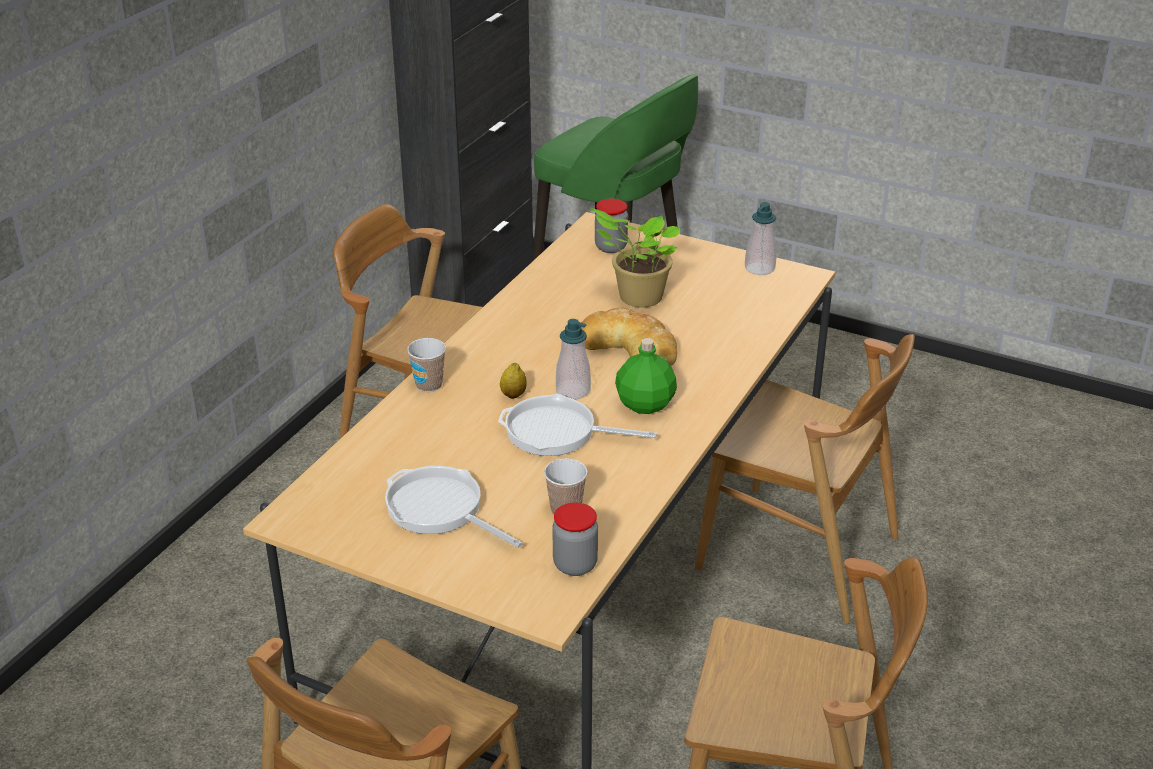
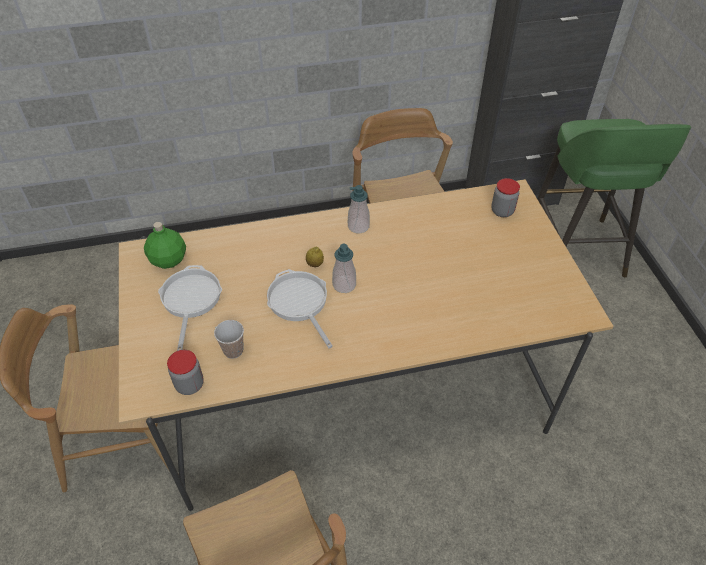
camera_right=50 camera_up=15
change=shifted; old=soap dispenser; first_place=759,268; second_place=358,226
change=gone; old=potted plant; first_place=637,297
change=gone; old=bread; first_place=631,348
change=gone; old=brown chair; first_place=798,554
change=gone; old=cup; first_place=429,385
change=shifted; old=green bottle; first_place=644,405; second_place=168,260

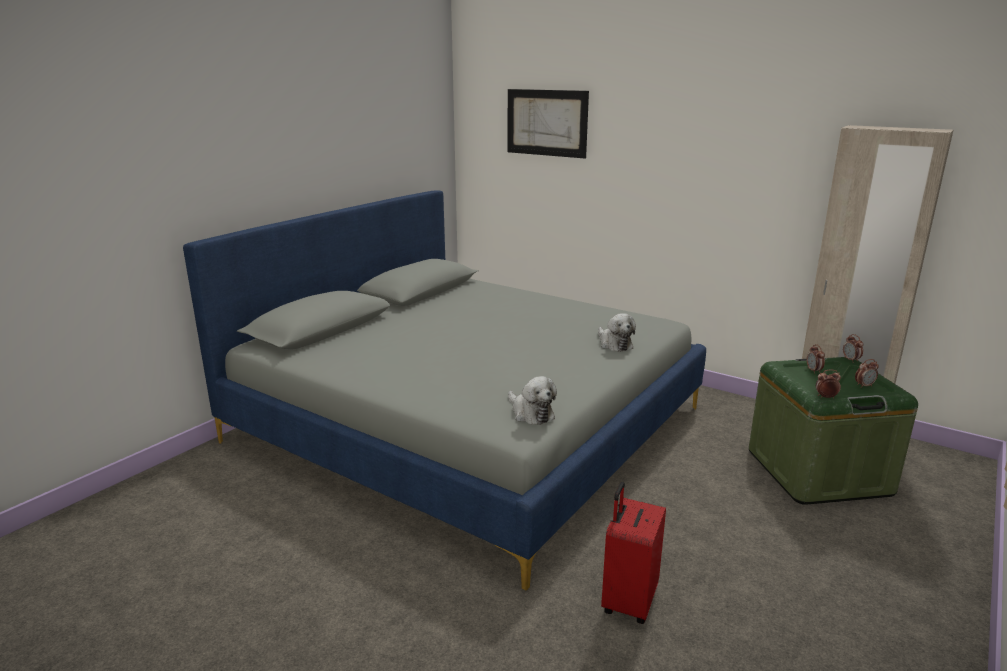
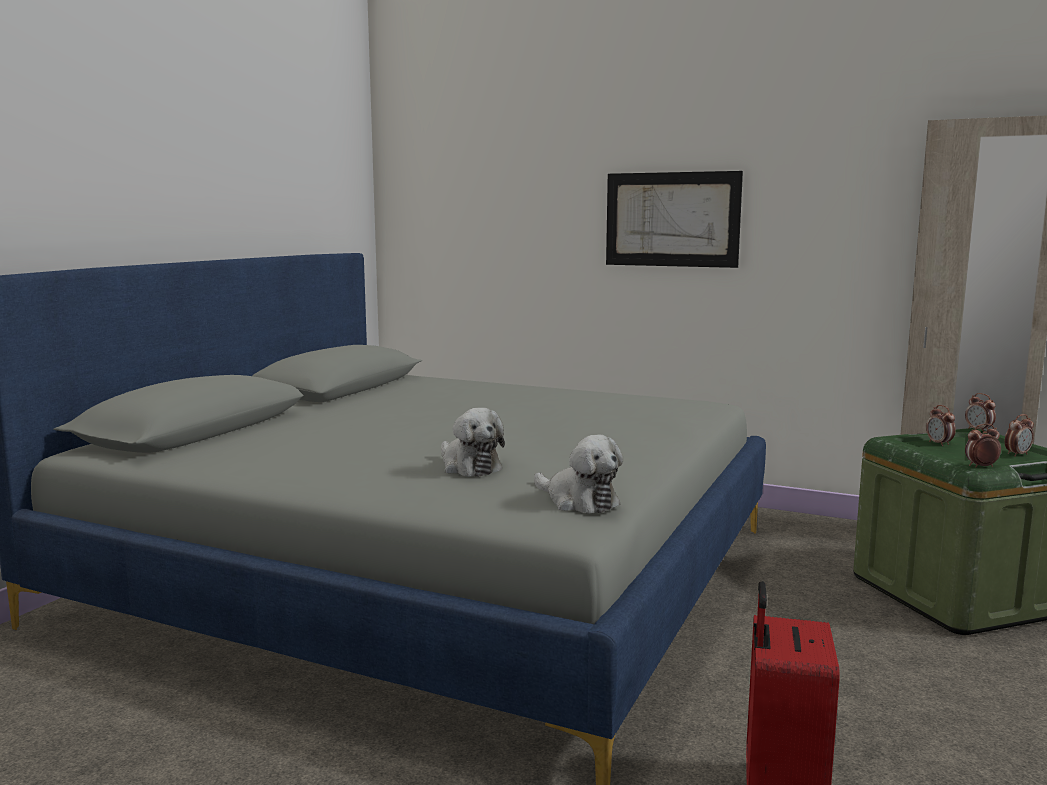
camera_right=-10 camera_up=-10
change=shifted; old=picture; first_place=546,123; second_place=672,219
change=shifted; old=plush toy; first_place=614,344; second_place=469,467

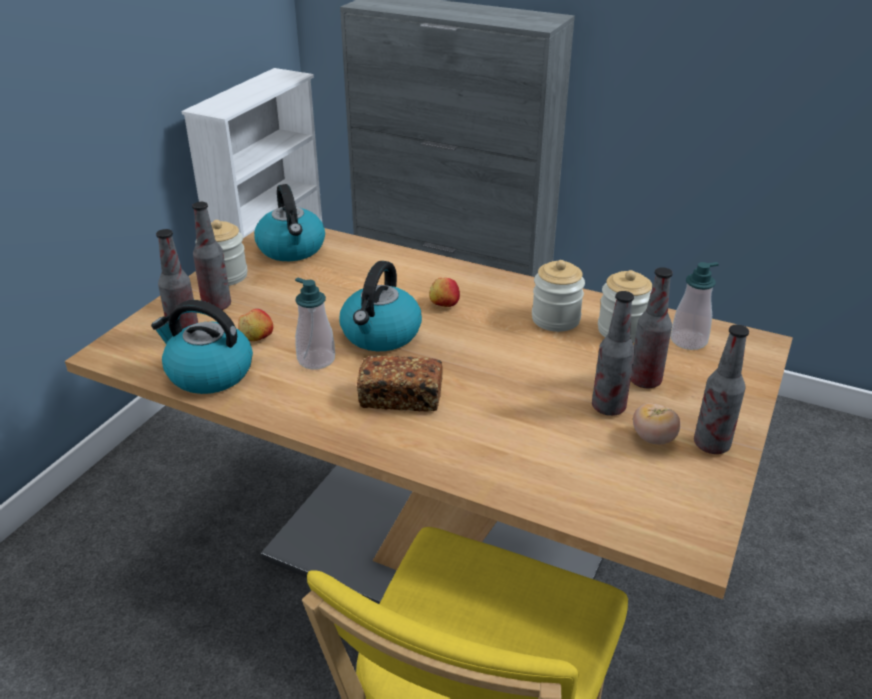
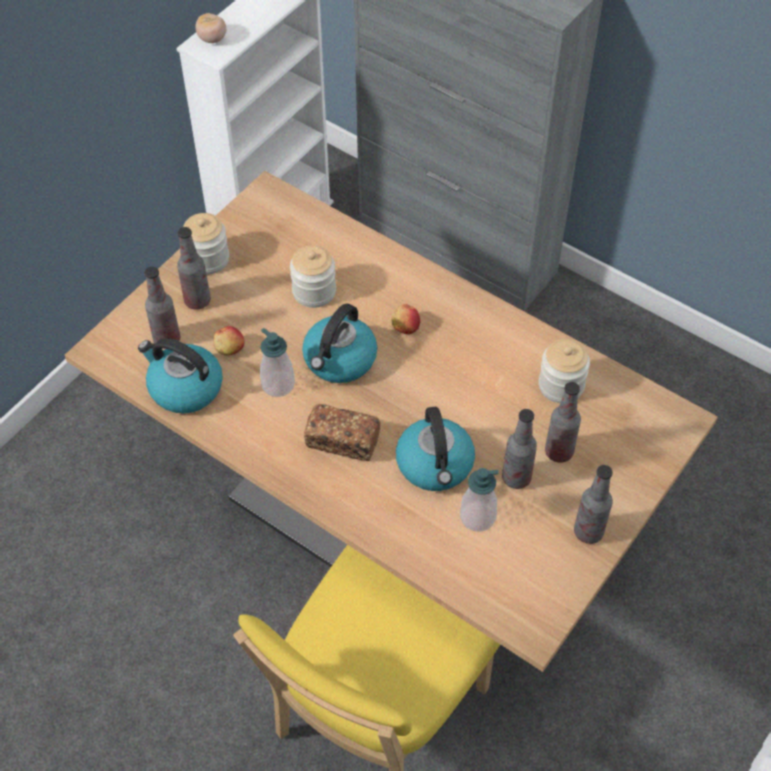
camera_right=10 camera_up=20
change=shifted; old=kettle; first_place=292,249; second_place=435,465
change=shifted; old=jar; first_place=555,319; second_place=314,291
change=shifted; old=soap dispenser; first_place=688,341; second_place=477,517
change=shifted; old=tomato; first_place=653,438; second_place=212,39

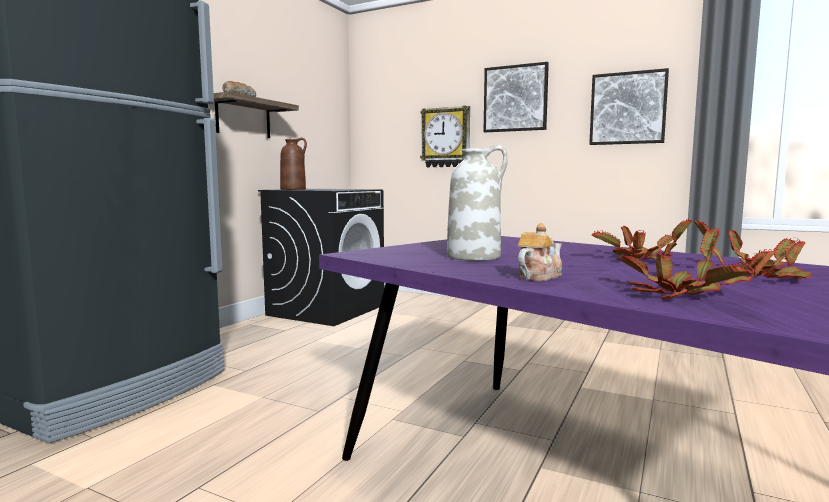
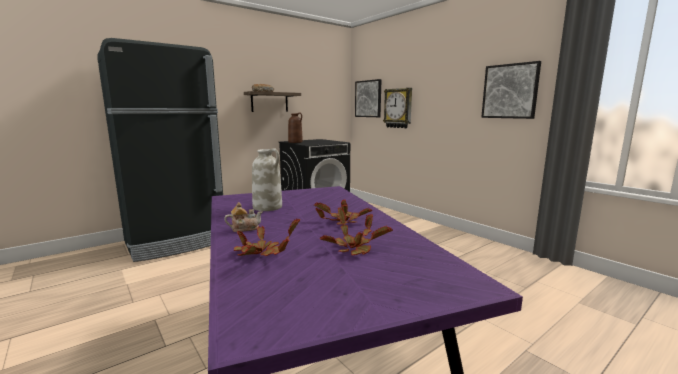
camera_right=25 camera_up=5
change=shifted; old=picture; first_place=515,98; second_place=368,99

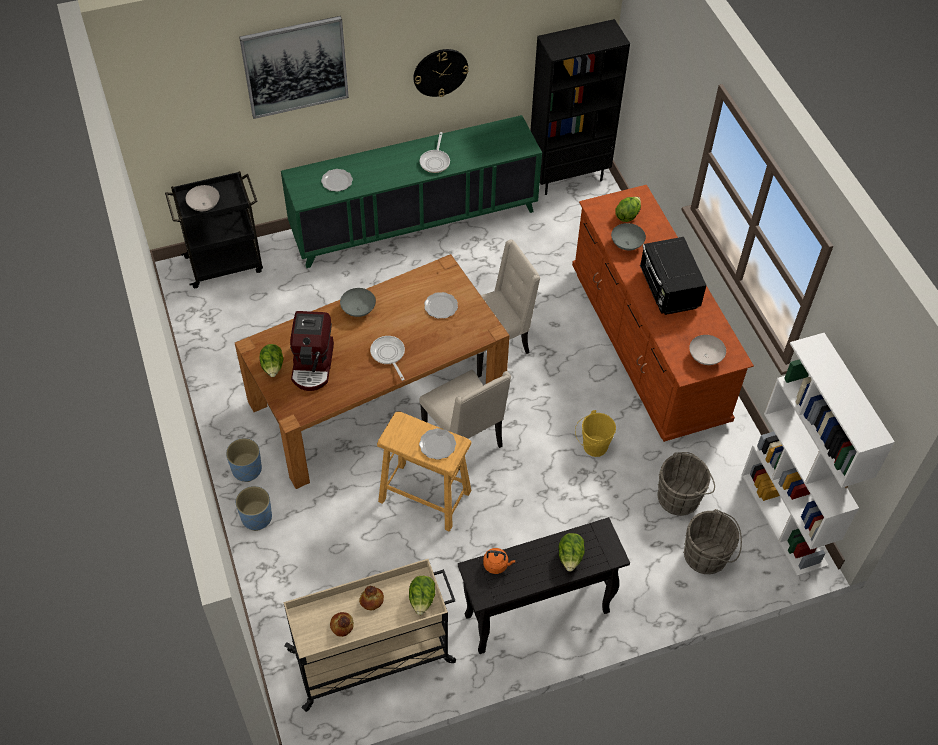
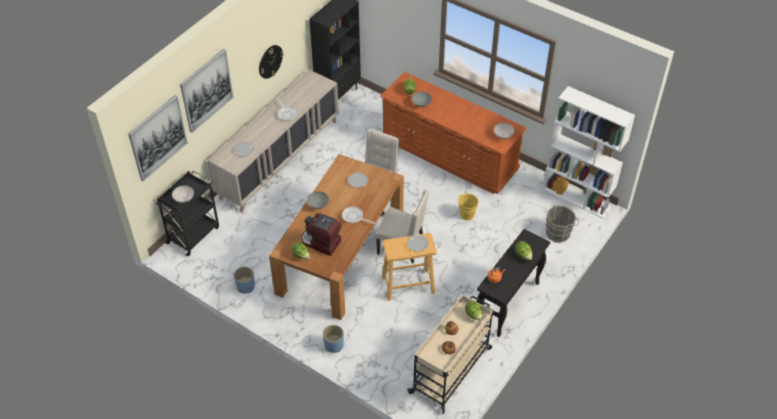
camera_right=-35 camera_up=-5
change=repainted; old=green cabinet; new=beige cabinet; first_place=414,223; second_place=279,159
change=gone; old=black microwave; first_place=668,290
change=rotated; old=coffee machine; first_place=313,365; second_place=321,243; degrees=150
change=shifted; old=blue planter; first_place=247,469; second_place=245,286
change=gone; old=grey bucket; first_place=681,497
change=new; new=picture; second_place=157,137

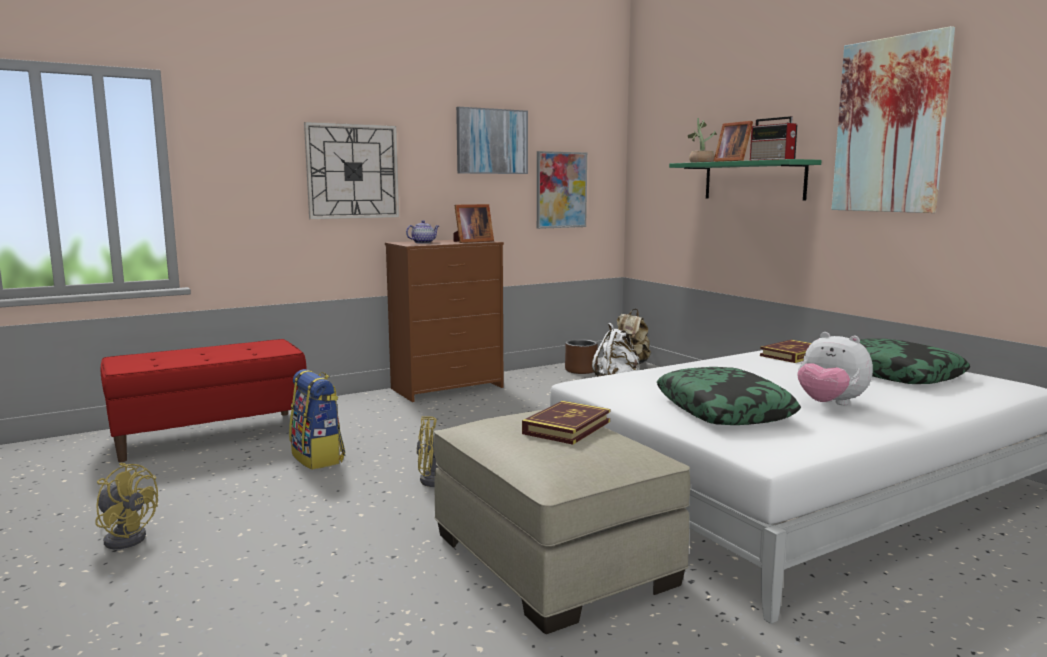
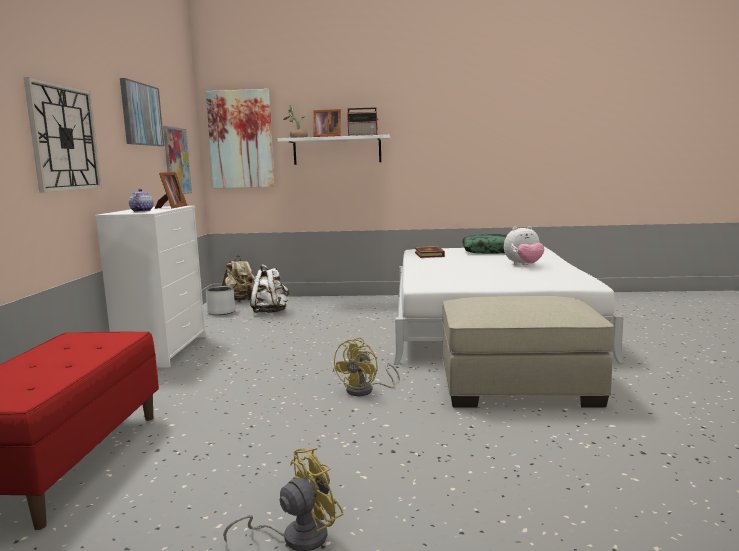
camera_right=-55 camera_up=0
change=shifted; old=picture; first_place=890,126; second_place=241,139
change=repainted; old=green shelf; new=white shelf; first_place=753,180; second_place=337,150
change=repainted; old=brown dresser; new=white dresser; first_place=448,388; second_place=163,350
change=repainted; old=brown planter; new=grey planter; first_place=581,370; second_place=221,312
change=gone; old=pillow; first_place=724,410
change=gone; old=backpack; first_place=318,458
change=gone; old=book; first_place=567,427

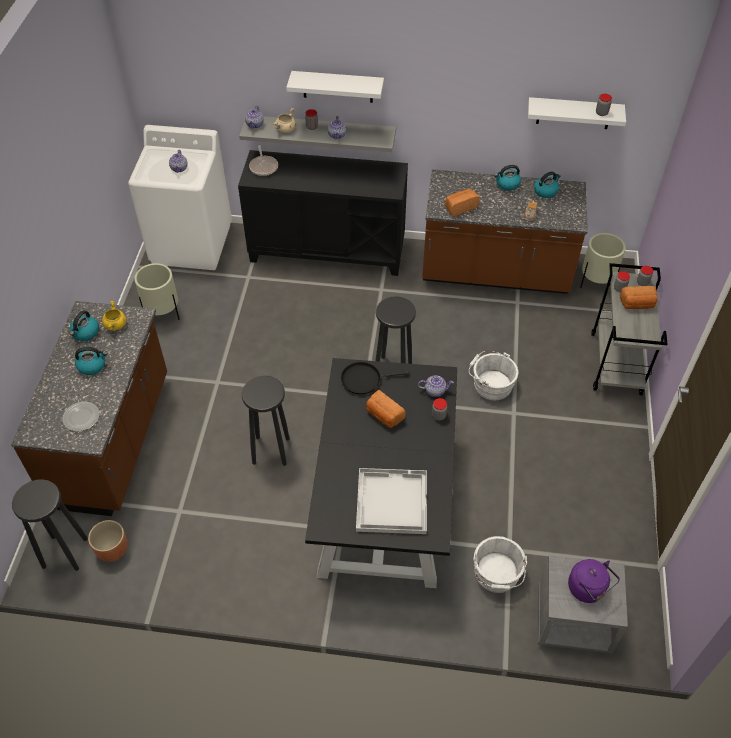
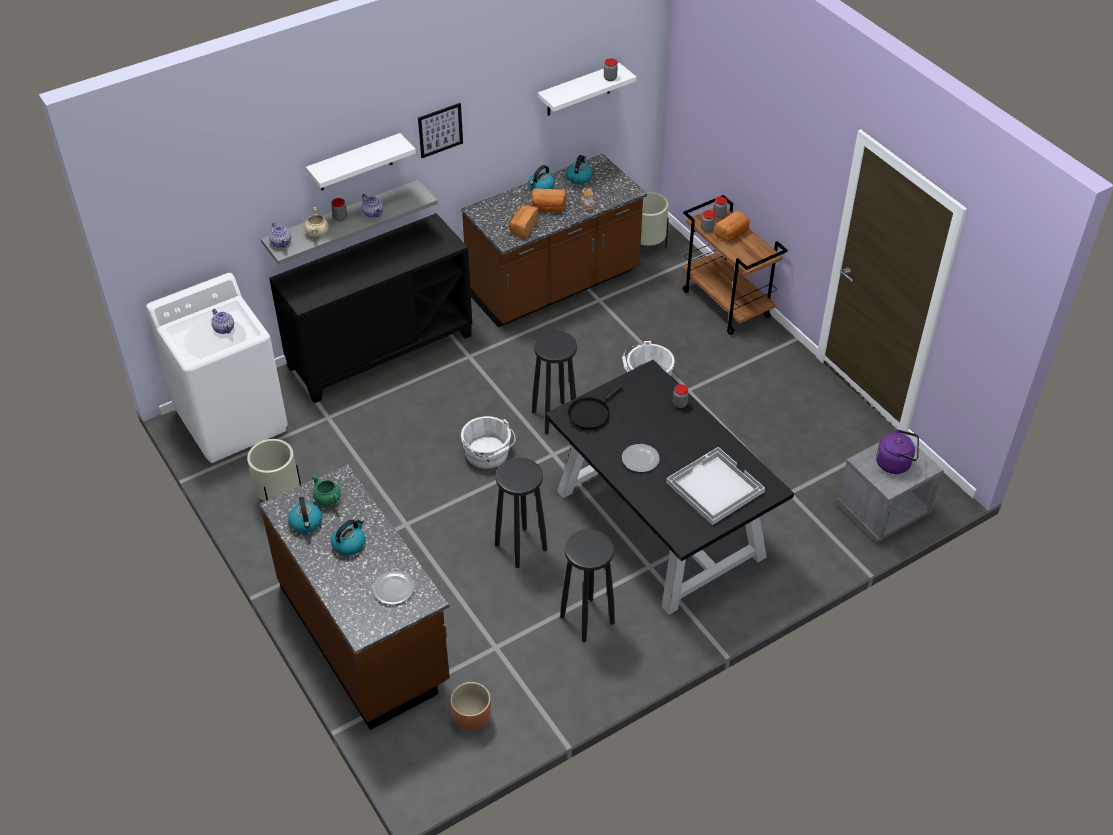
camera_right=-40 camera_up=-5
change=gone; old=frying pan; first_place=263,166
change=repainted; old=grey cart; new=brown cart; first_place=616,364; second_place=727,304
change=repainted; old=yellow cooking pot; new=green cooking pot; first_place=116,325; second_place=328,499
change=gone; old=teapot; first_place=434,390
change=shifted; old=bread; first_place=384,416; second_place=548,208
change=shifted; old=black stool; first_place=65,552; second_place=587,619
change=shifted; old=white bucket; first_place=496,575; second_place=488,454
change=new; new=picture; second_place=440,130
change=new; new=plate; second_place=641,459

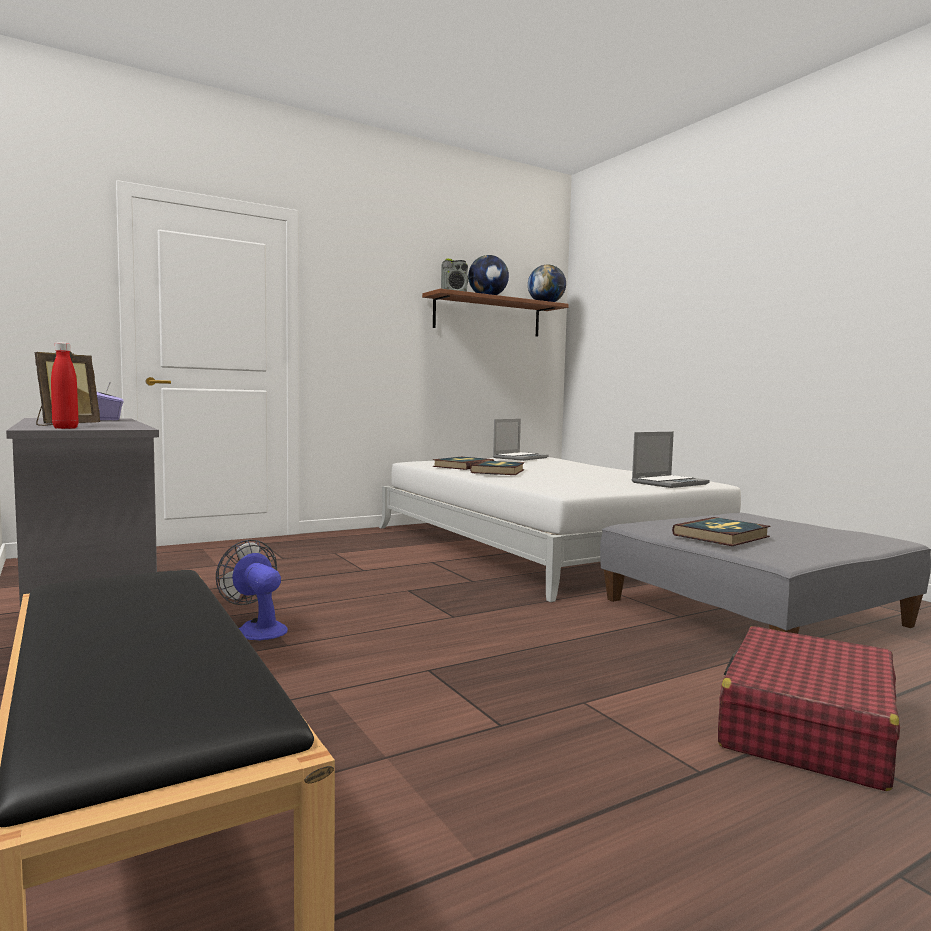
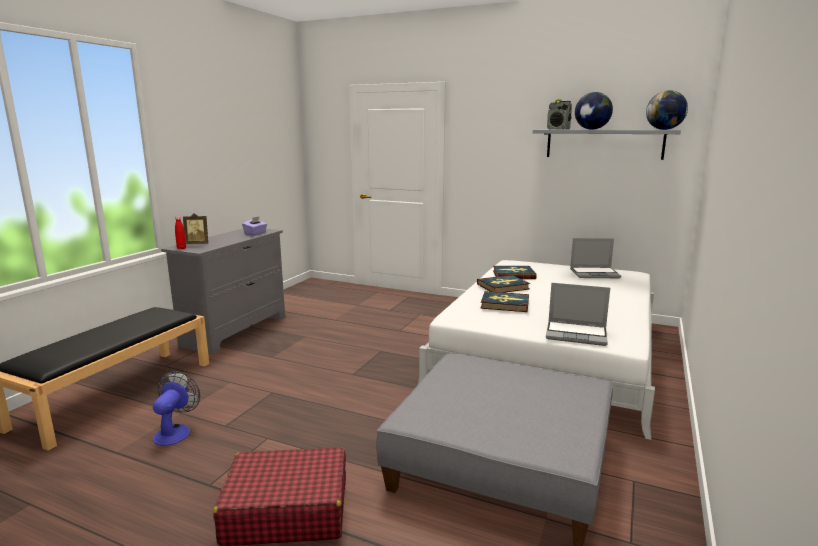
camera_right=55 camera_up=10
change=repainted; old=brown shelf; new=grey shelf; first_place=488,316; second_place=604,144
change=shifted; old=book; first_place=721,536; second_place=505,304
change=shifted; old=fan; first_place=257,629; second_place=175,431

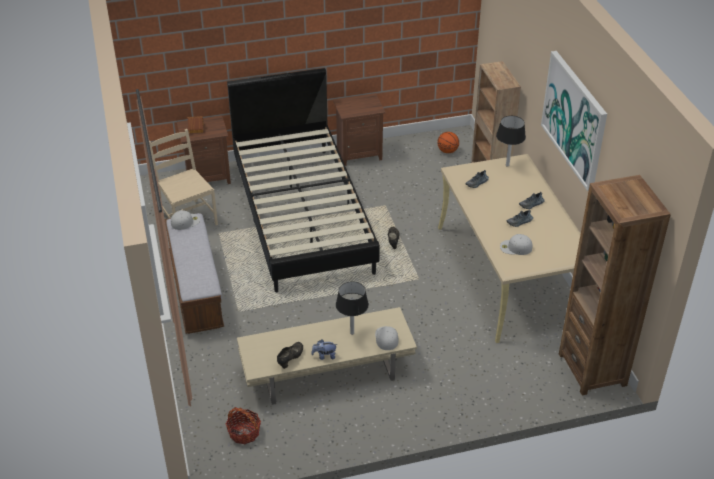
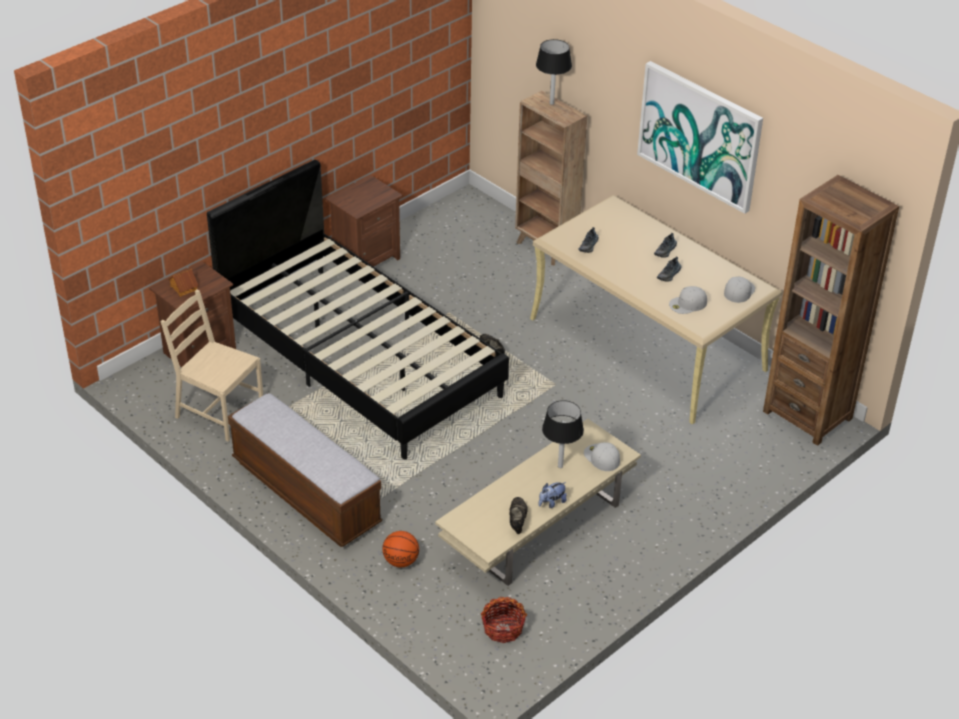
camera_right=-30 camera_up=0
change=shifted; old=black table lamp; first_place=507,165; second_place=551,103
change=shifted; old=basketball; first_place=447,151; second_place=401,561
change=shifted; old=white cap; first_place=185,221; second_place=739,290

